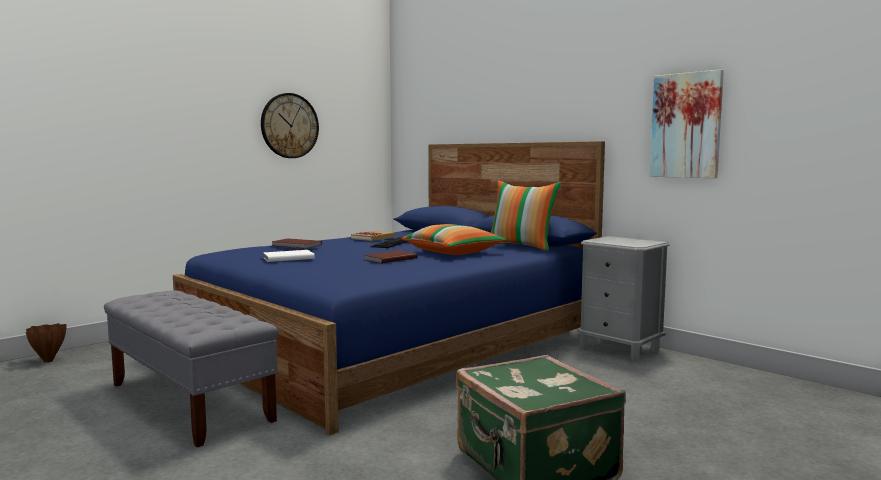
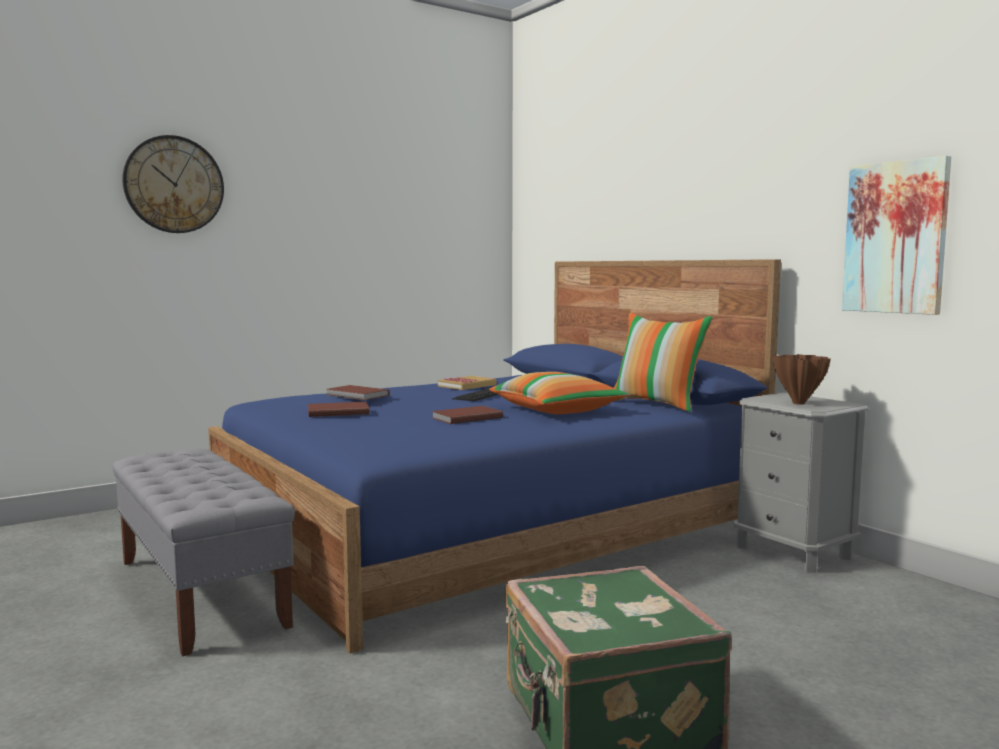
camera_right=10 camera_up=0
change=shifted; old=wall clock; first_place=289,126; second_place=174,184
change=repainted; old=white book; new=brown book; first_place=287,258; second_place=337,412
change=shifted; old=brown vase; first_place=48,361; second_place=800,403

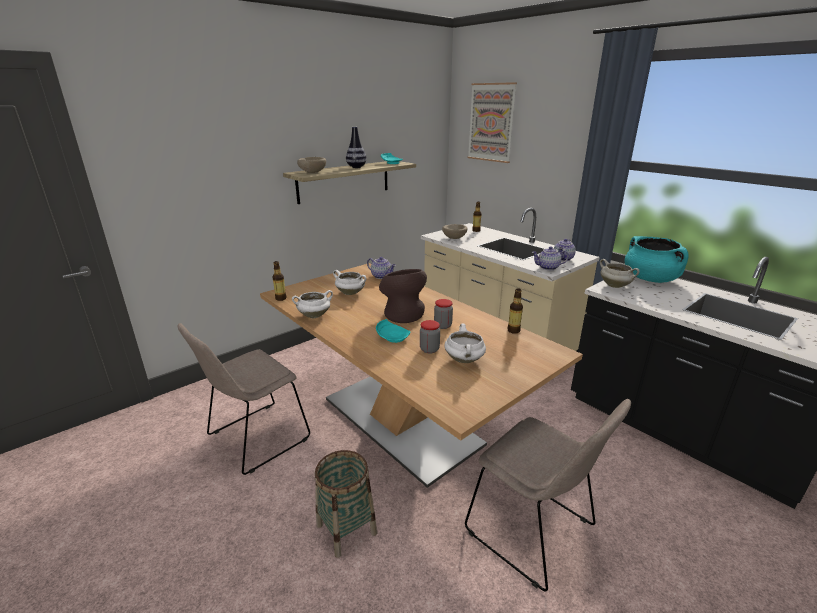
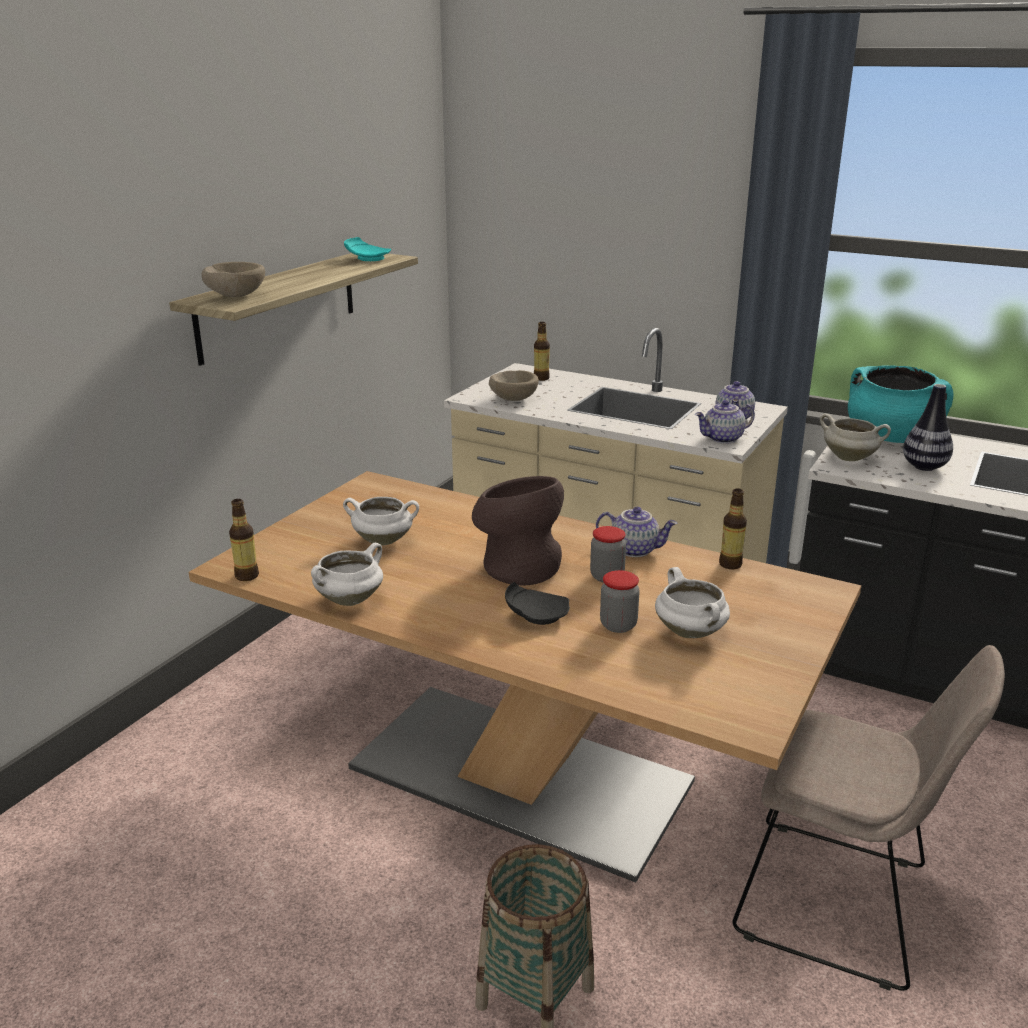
camera_right=-20 camera_up=0
change=gone; old=picture; first_place=491,122
change=shifted; old=vase; first_place=356,167; second_place=924,467
change=shifted; old=teapot; first_place=382,276; second_place=635,549
change=repainted; old=turquoise plate; new=black plate; first_place=392,337; second_place=536,615
change=gone; old=beige chair; first_place=255,439

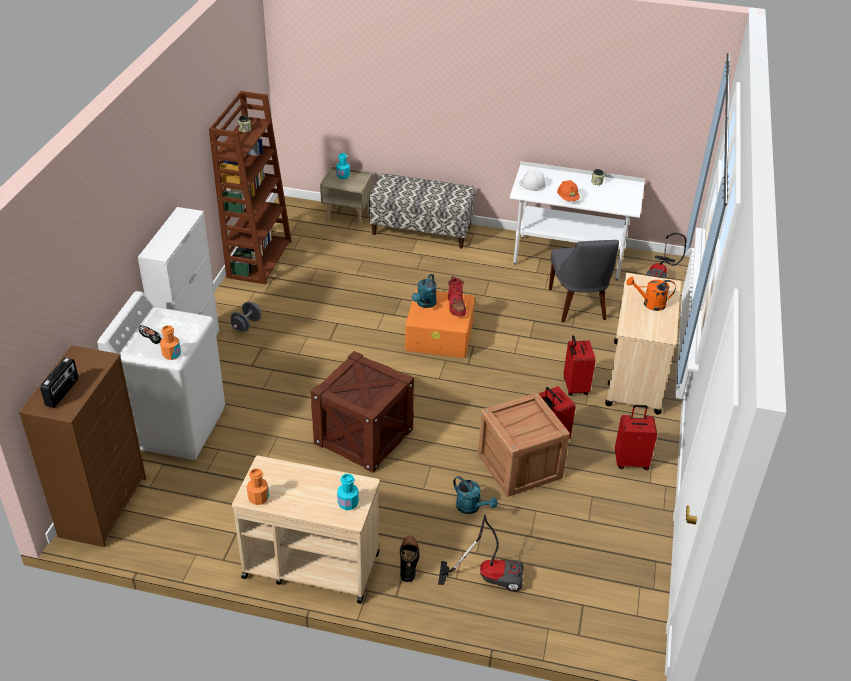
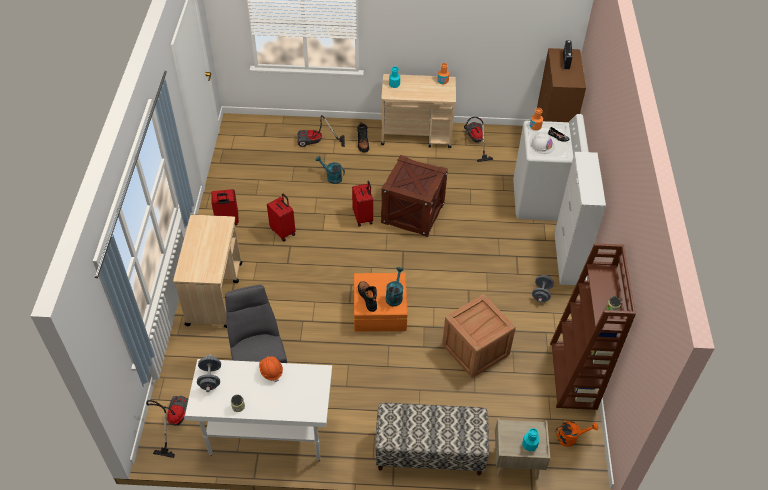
camera_right=170 camera_up=10
change=shifted; old=white hard hat; first_place=532,184; second_place=542,145
change=repainted; old=red boot; new=black boot; first_place=456,306; second_place=367,298
change=shifted; old=orange watering can; first_place=650,304; second_place=570,438
change=shifted; old=red suitcase; first_place=574,387; second_place=363,217
change=shifted; old=crate; first_place=519,466; second_place=475,349
change=new; new=vacuum cleaner; second_place=475,142
change=new; new=grey dumbbell; second_place=210,378

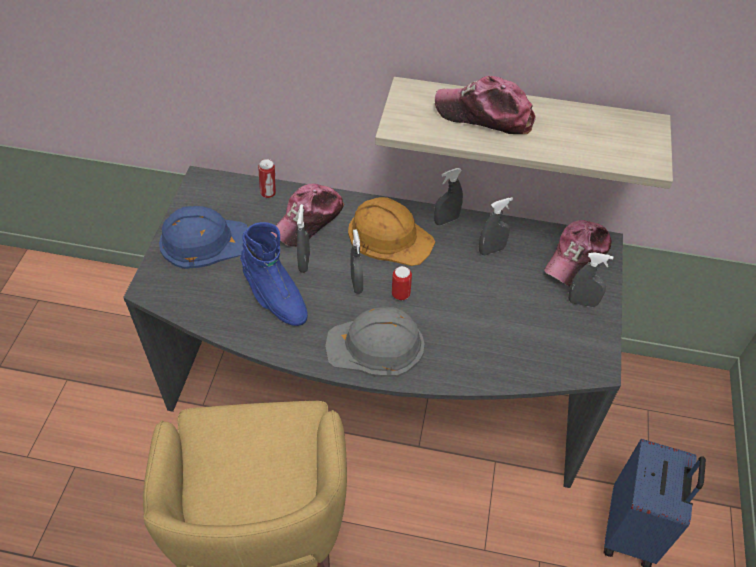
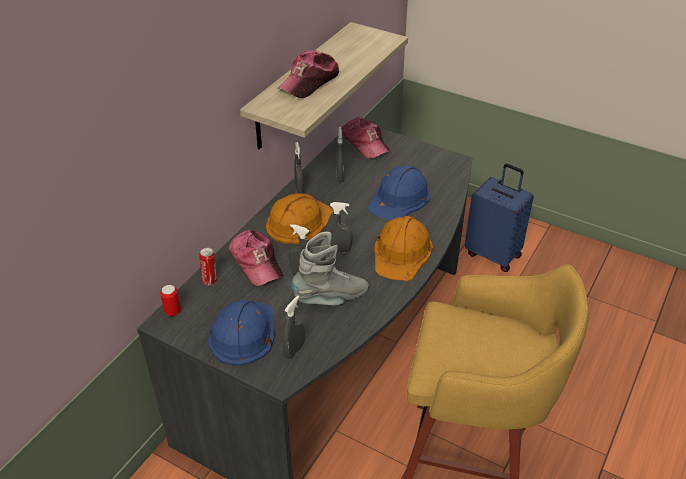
camera_right=-70 camera_up=-10
change=repainted; old=blue boot; new=grey boot; first_place=275,298; second_place=331,298
change=shifted; old=grey spray bottle; first_place=582,302; second_place=294,350
change=shifted; old=can; first_place=400,294; second_place=173,311
change=repainted; old=grey hard hat; new=orange hard hat; first_place=376,346; second_place=402,253
change=new; new=blue hard hat; second_place=399,198

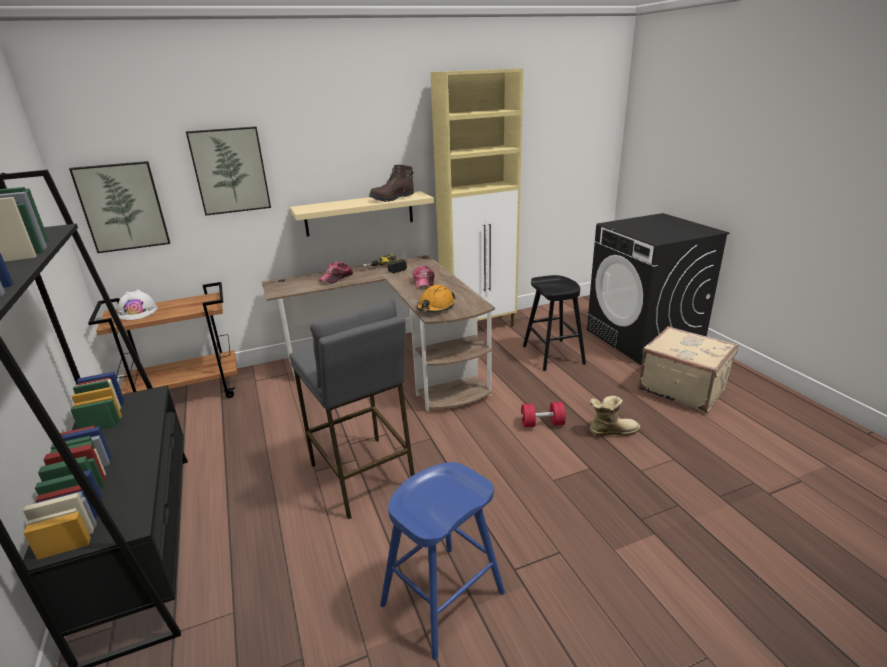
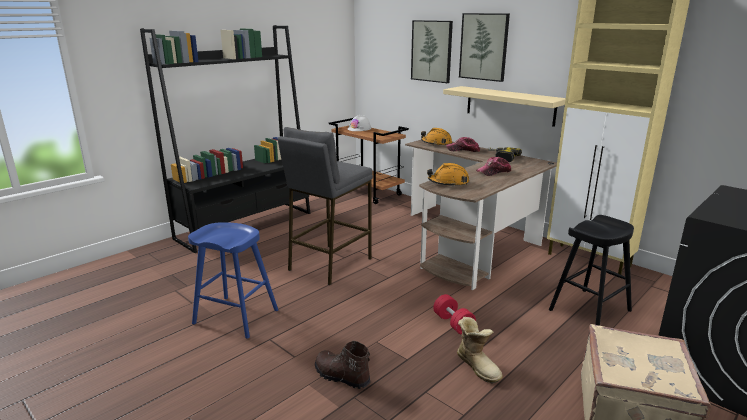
camera_right=65 camera_up=-5
change=shifted; old=picture; first_place=123,207; second_place=484,47
change=shifted; old=brown boot; first_place=392,199; second_place=341,377
change=new; new=orange hard hat; second_place=436,143

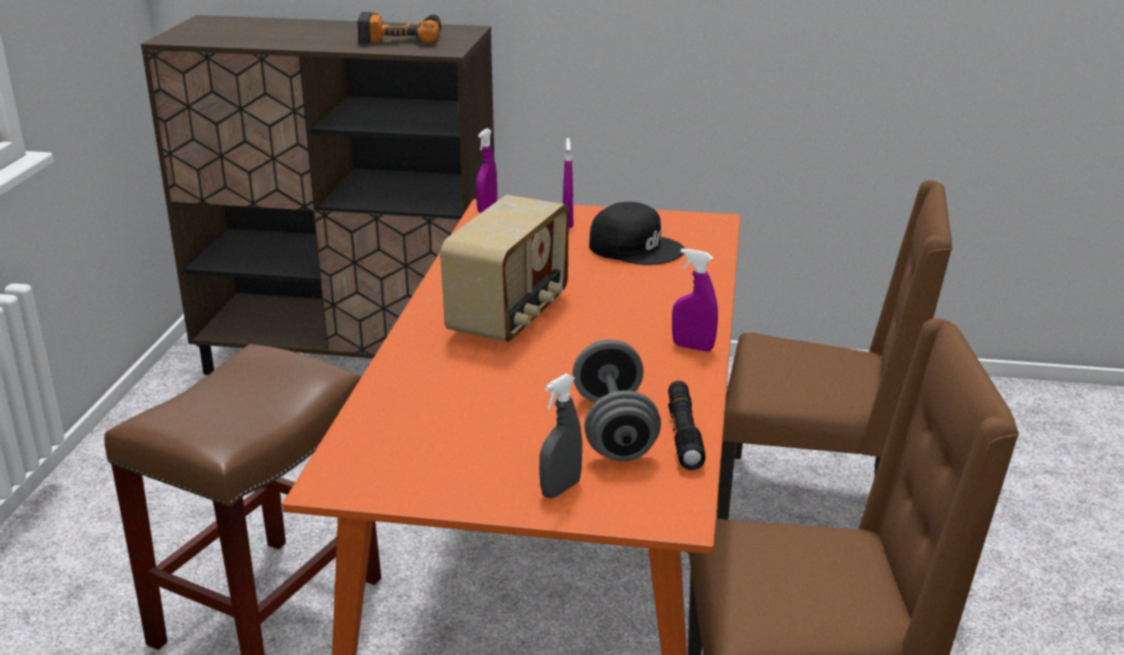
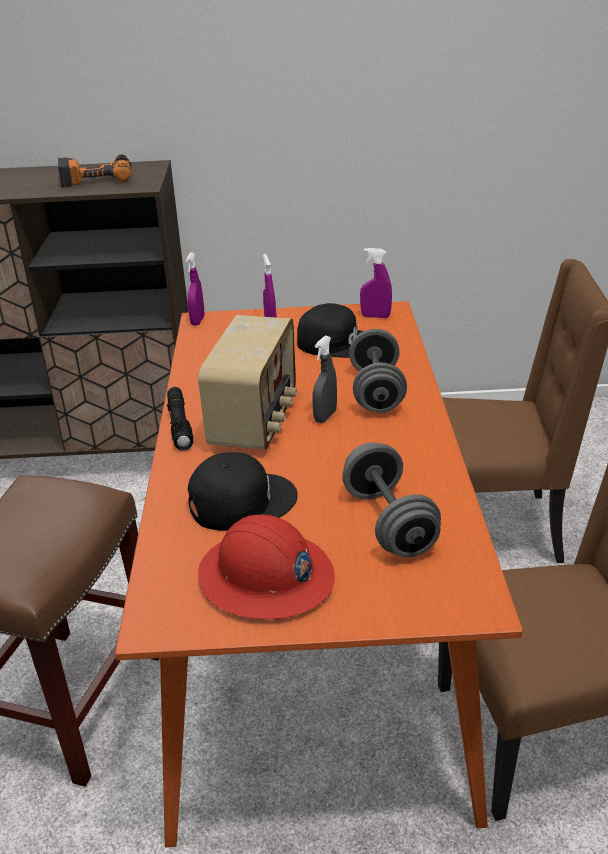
camera_right=-10 camera_up=5
change=shifted; old=purple spray bottle; first_place=693,347; second_place=375,316
change=shifted; old=grey spray bottle; first_place=561,489; second_place=325,416
change=shifted; old=black flashlight; first_place=684,433; second_place=179,424
change=new; new=grey dumbbell; second_place=376,391
change=new; new=black cap; second_place=241,501
change=new; new=red hard hat; second_place=266,578

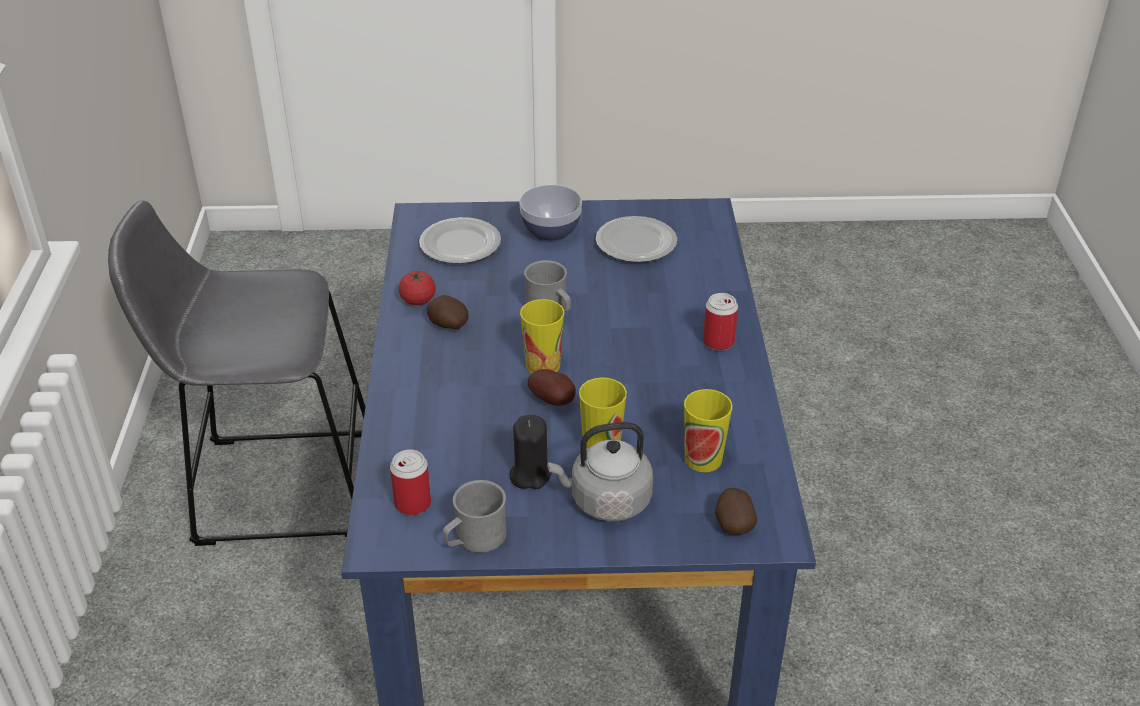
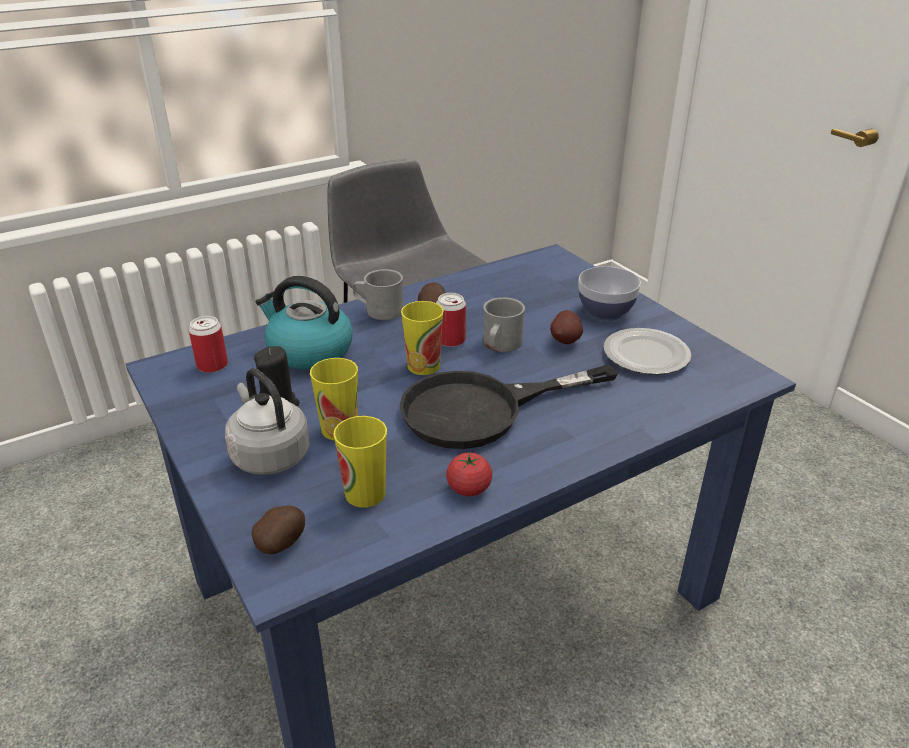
camera_right=60 camera_up=-5
change=gone; old=plate; first_place=459,245
change=shifted; old=tomato; first_place=418,300; second_place=469,488
change=shifted; old=can; first_place=718,342; second_place=450,340
change=shifted; old=potato; first_place=554,401; second_place=566,341
change=shifted; old=grey mug; first_place=474,539; second_place=379,310
change=new; new=kettle; second_place=309,351
change=new; new=black frying pan; second_place=482,409

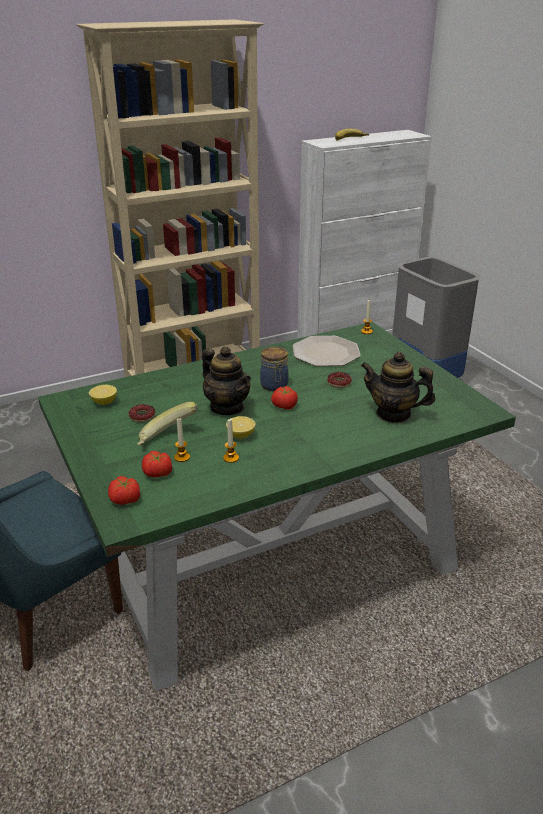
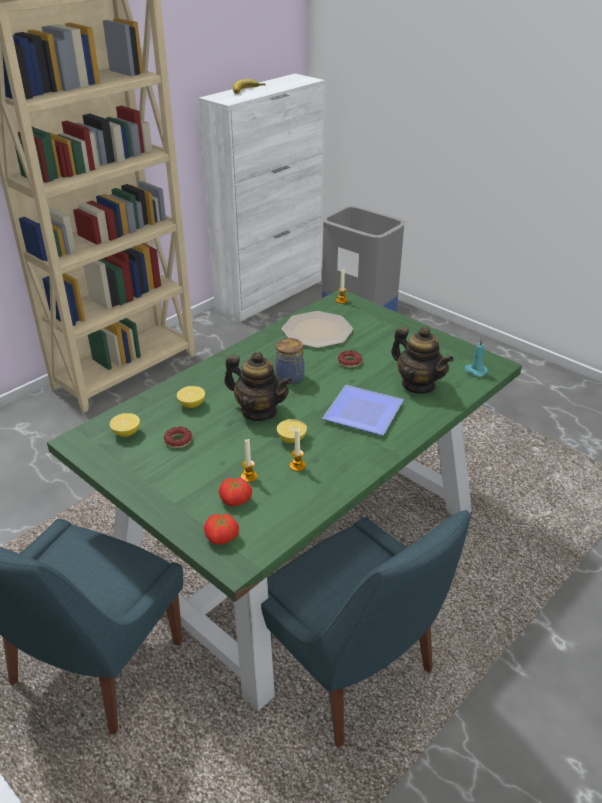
camera_right=-20 camera_up=5
change=rotated; old=teapot; first_place=393,414; second_place=418,385; degrees=-135
change=gone; old=tomato; first_place=284,406
change=gone; old=banana; first_place=167,440
change=new; new=turquoise candle; second_place=475,371
change=new; new=plate; second_place=362,411
change=new; new=lemon; second_place=192,404
change=new; new=blue chair; second_place=352,672

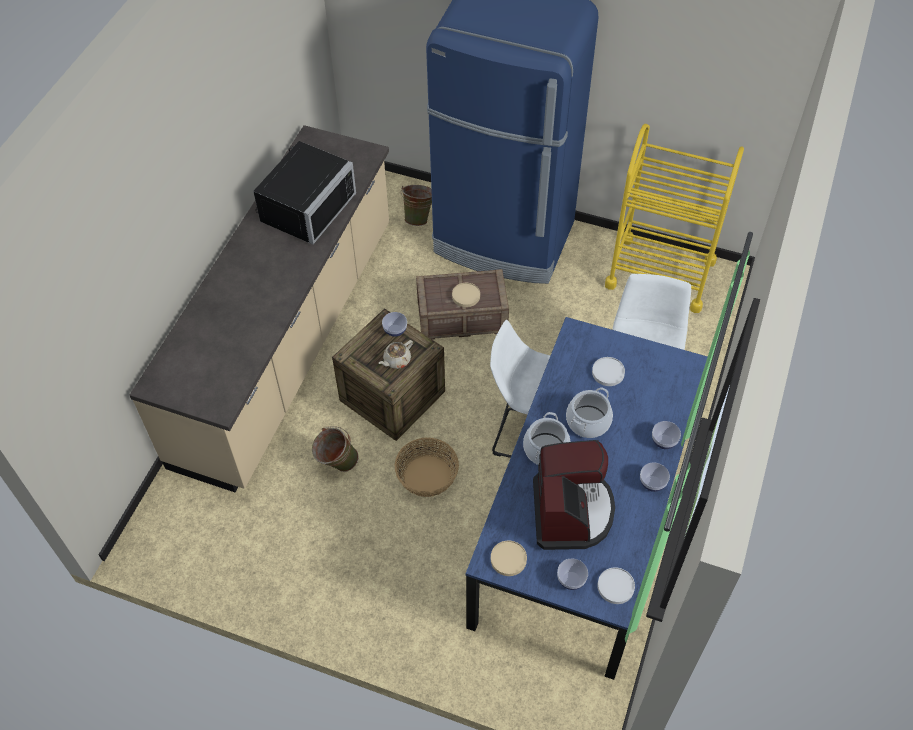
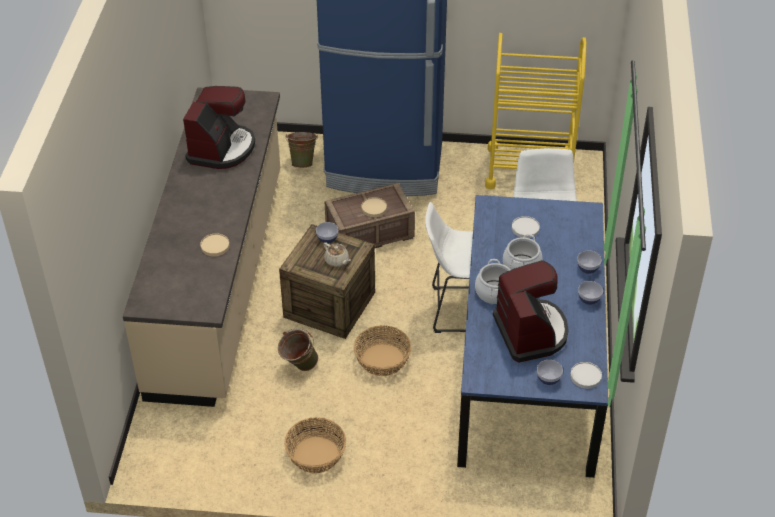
camera_right=-15 camera_up=-10
change=swapped; old=black microwave; new=coffee machine; first_place=303,206; second_place=221,149
change=rotated; old=beige teapot; first_place=396,360; second_place=337,261; degrees=-75
change=shifted; old=beige plate; first_place=508,559; second_place=215,246
change=new; new=basket; second_place=315,455

